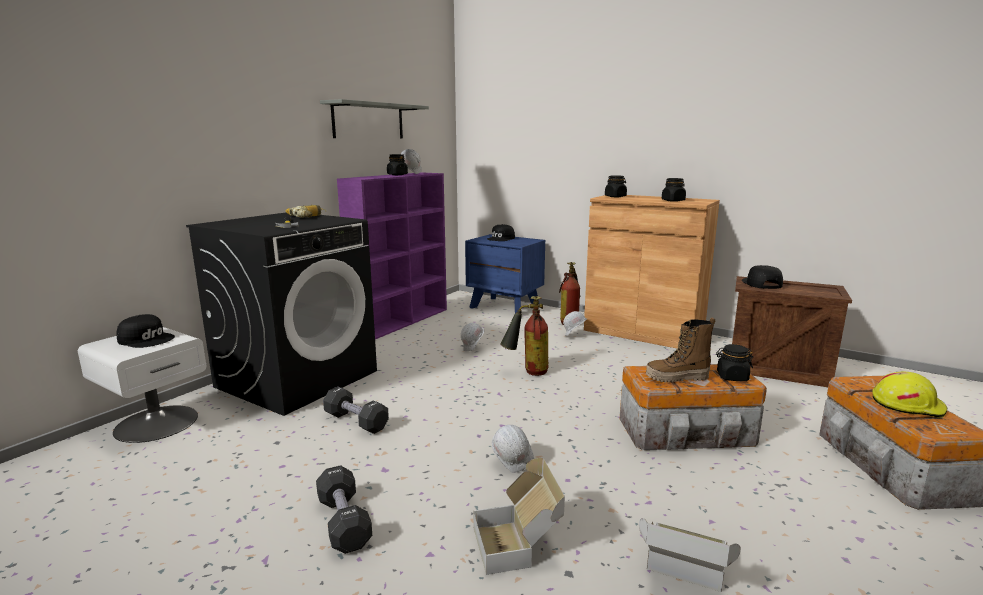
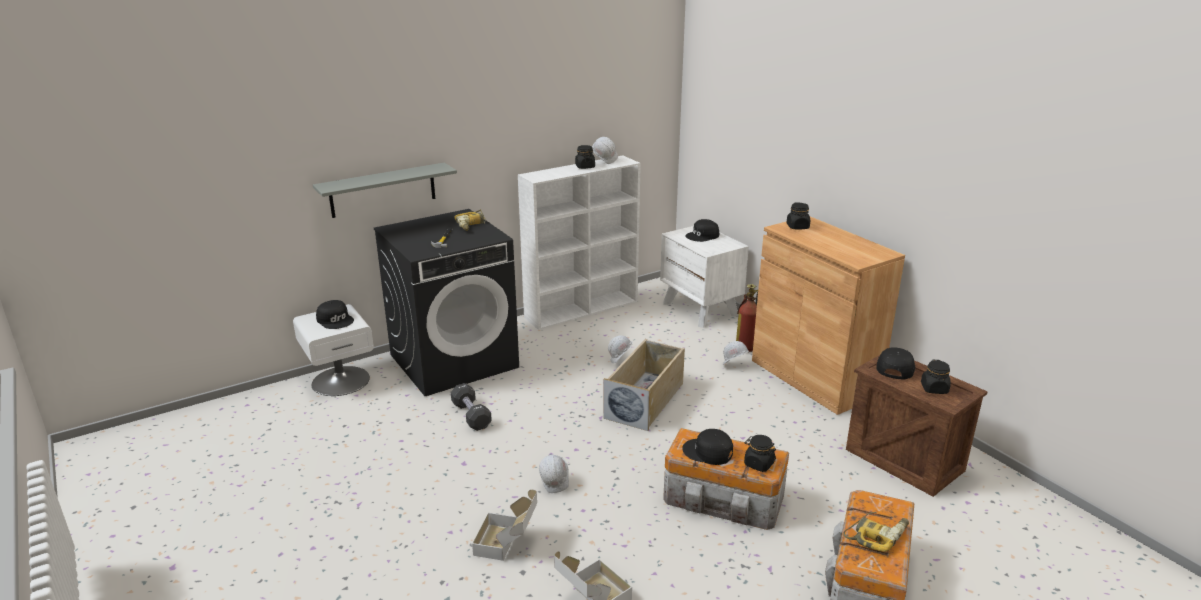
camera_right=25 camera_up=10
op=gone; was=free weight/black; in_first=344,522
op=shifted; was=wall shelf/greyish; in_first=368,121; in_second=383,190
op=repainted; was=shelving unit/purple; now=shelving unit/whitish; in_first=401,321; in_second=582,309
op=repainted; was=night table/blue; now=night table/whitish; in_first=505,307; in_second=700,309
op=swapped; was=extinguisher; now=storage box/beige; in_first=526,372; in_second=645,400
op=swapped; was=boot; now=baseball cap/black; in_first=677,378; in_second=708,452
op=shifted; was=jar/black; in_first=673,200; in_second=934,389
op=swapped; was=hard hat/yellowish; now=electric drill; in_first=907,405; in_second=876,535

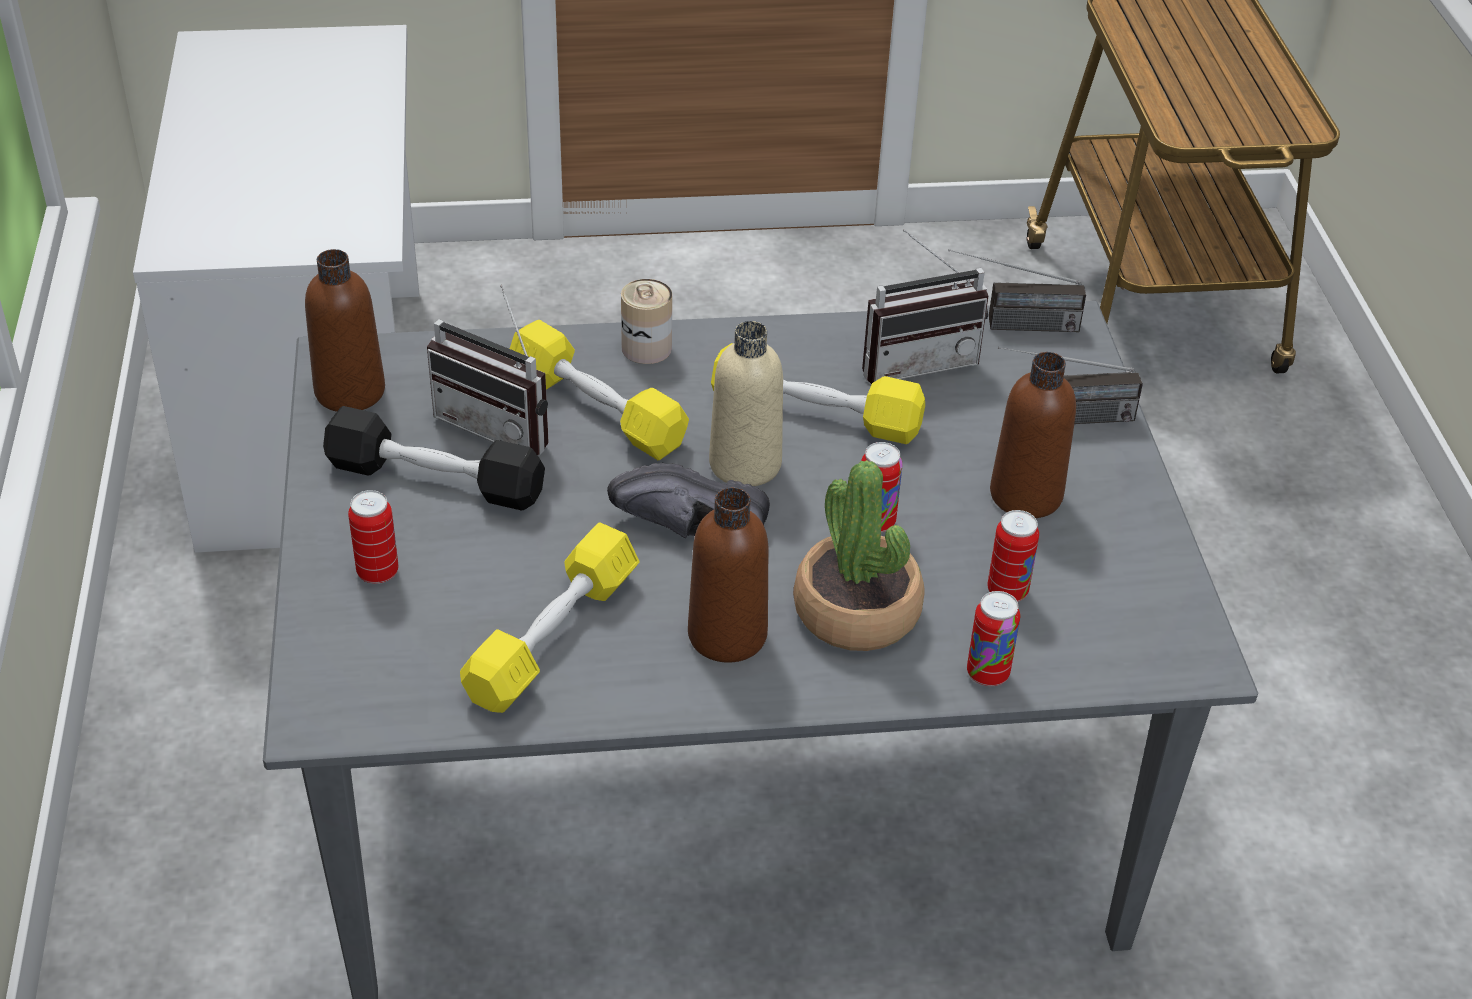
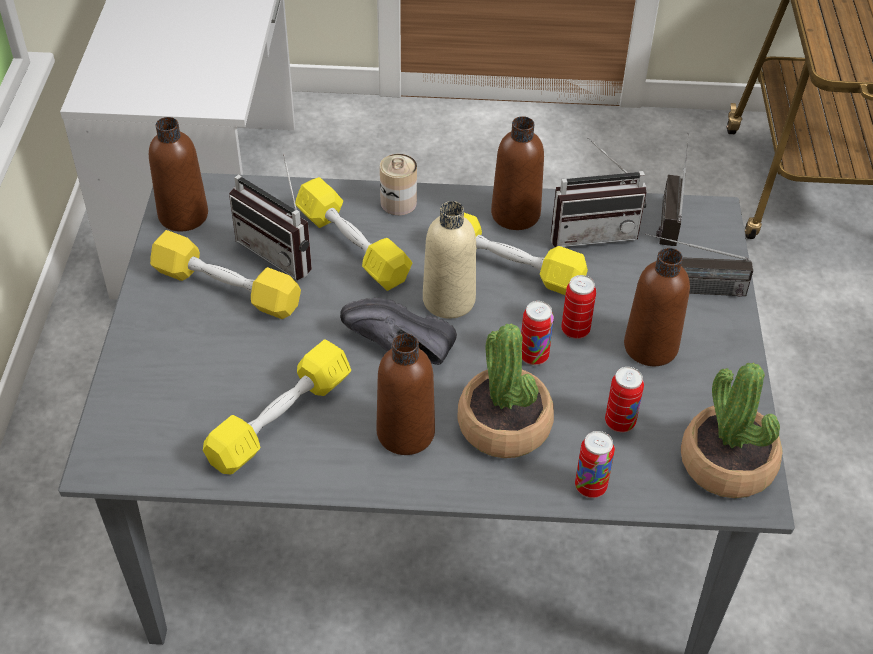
camera_right=10 camera_up=5
op=repainted; was=free weight/black; now=free weight/yellowish; in_first=435,479; in_second=226,288
op=shifted; was=metal can; in_first=378,572; in_second=575,330
op=rotated; was=radio set; in_first=1009,325; in_second=668,210; clockwise=90
op=new; now=bottle/brown; in_second=515,214
op=new; now=houseplant; in_second=727,463

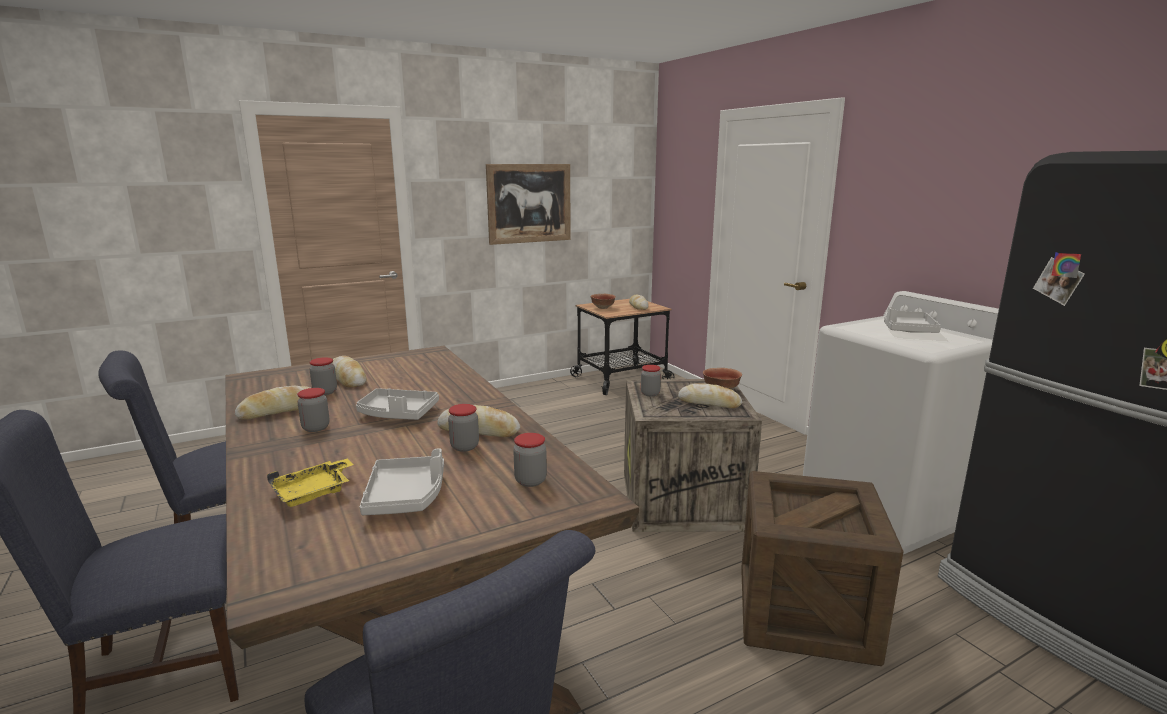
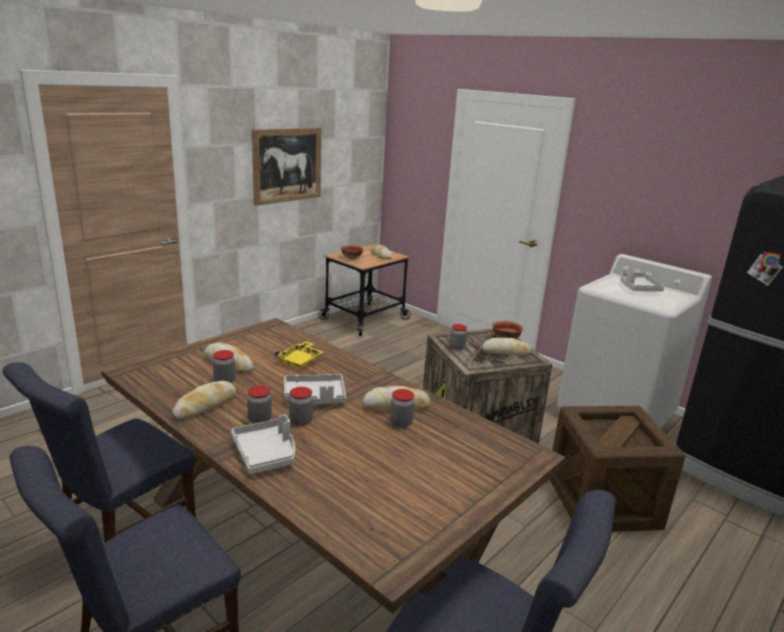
camera_right=-20 camera_up=5
op=shifted; was=tray/yellowish; in_first=314,492; in_second=300,361
op=shifted; was=tray/greyish; in_first=406,496; in_second=266,454
op=shifted; was=jar; in_first=530,481; in_second=301,421

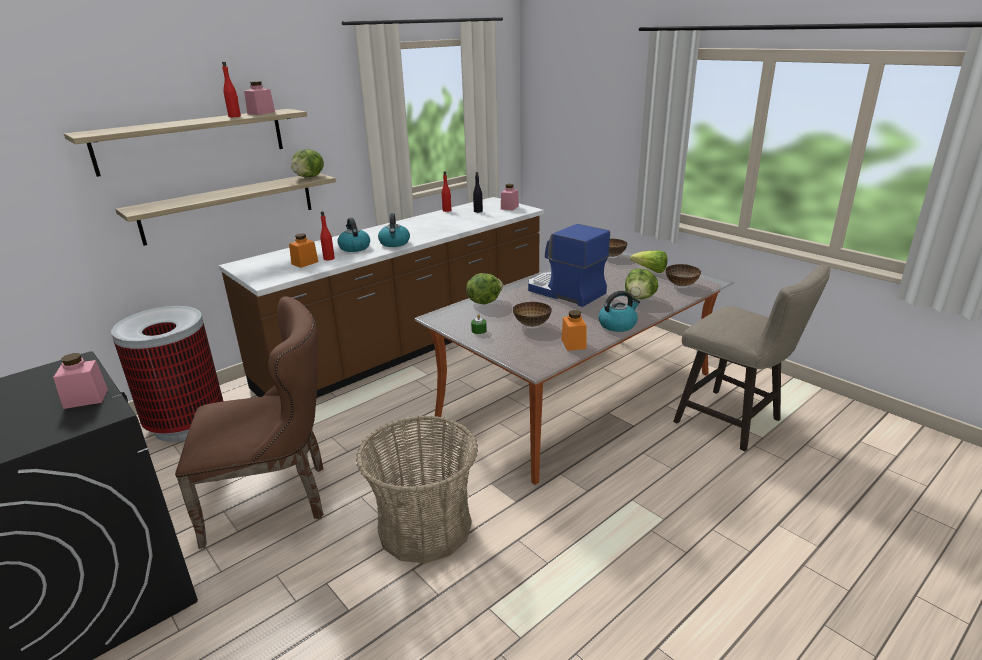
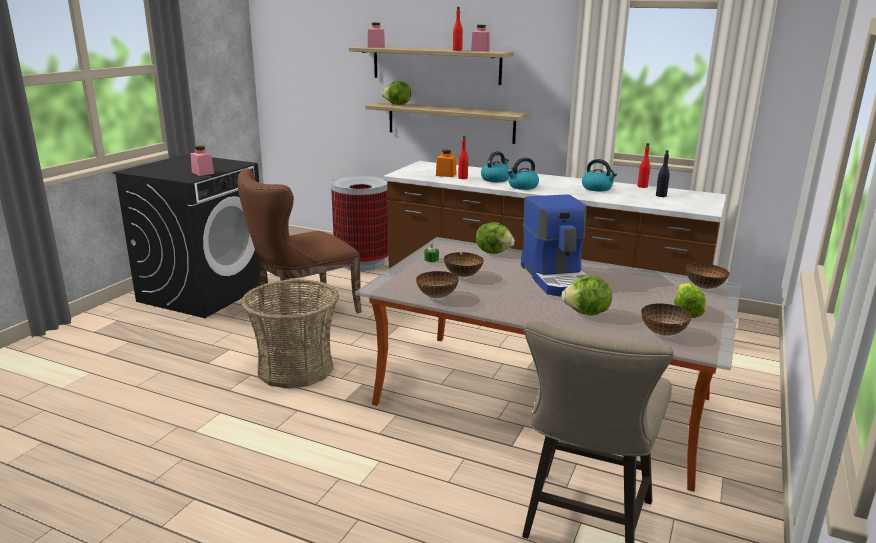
camera_right=65 camera_up=-5
op=rotated; was=upright chair/brown; in_first=276,499; in_second=301,311; clockwise=90
op=shifted; was=lettuce head; in_first=309,177; in_second=397,104
op=shifted; was=jar/pink; in_first=509,207; in_second=376,47
op=rotated; was=coffee maker; in_first=565,292; in_second=557,278; clockwise=150
op=swapped; was=jar/orangey; now=bowl; in_first=573,344; in_second=437,296
op=shifted; was=water kettle; in_first=617,325; in_second=597,188

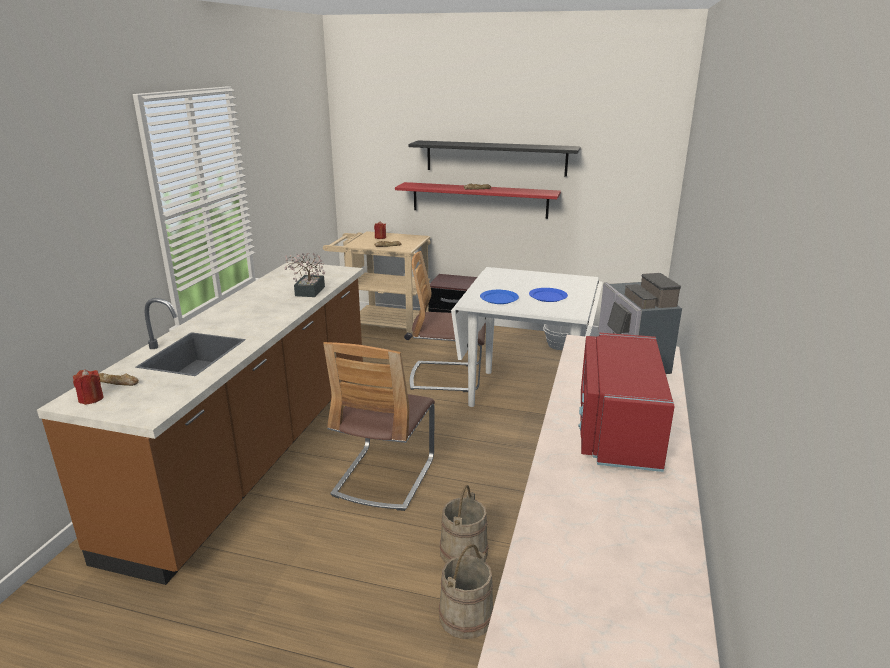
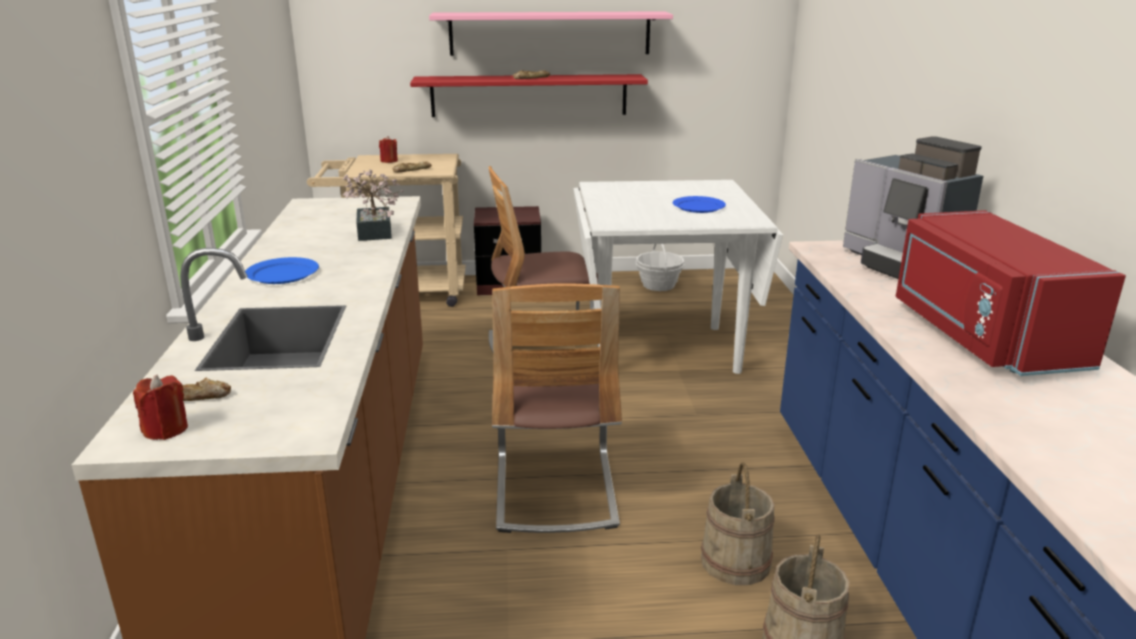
camera_right=-20 camera_up=0
op=repainted; was=wall shelf/black; now=wall shelf/pink; in_first=496,158; in_second=550,33
op=shifted; was=dinner plate/blue; in_first=499,299; in_second=282,274

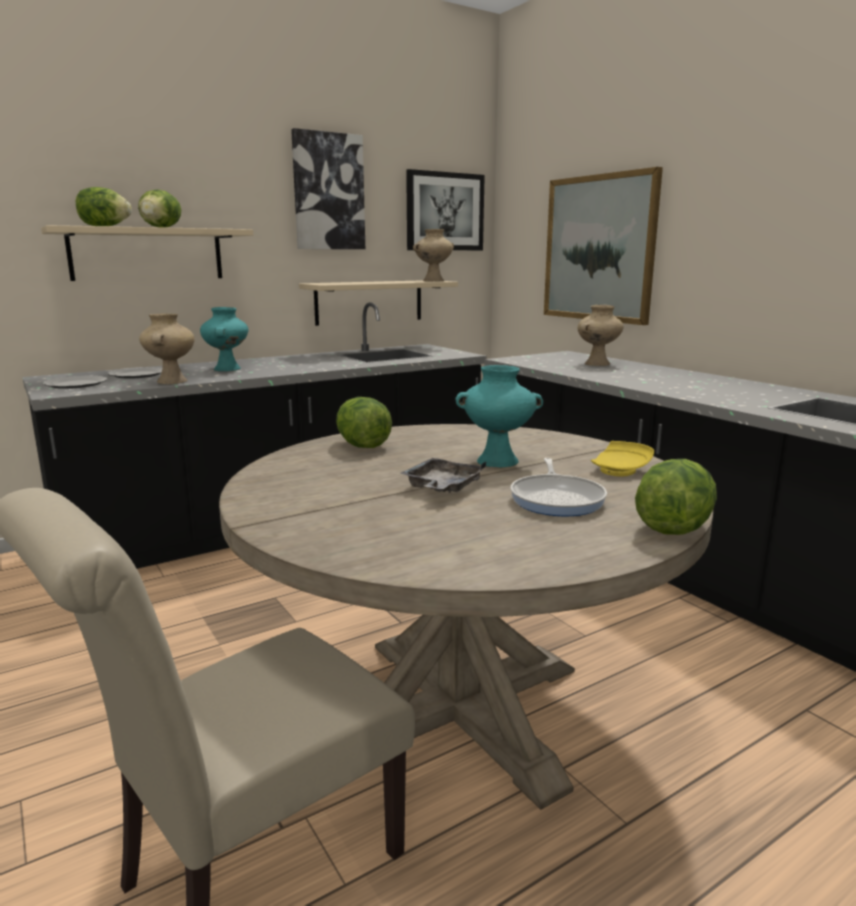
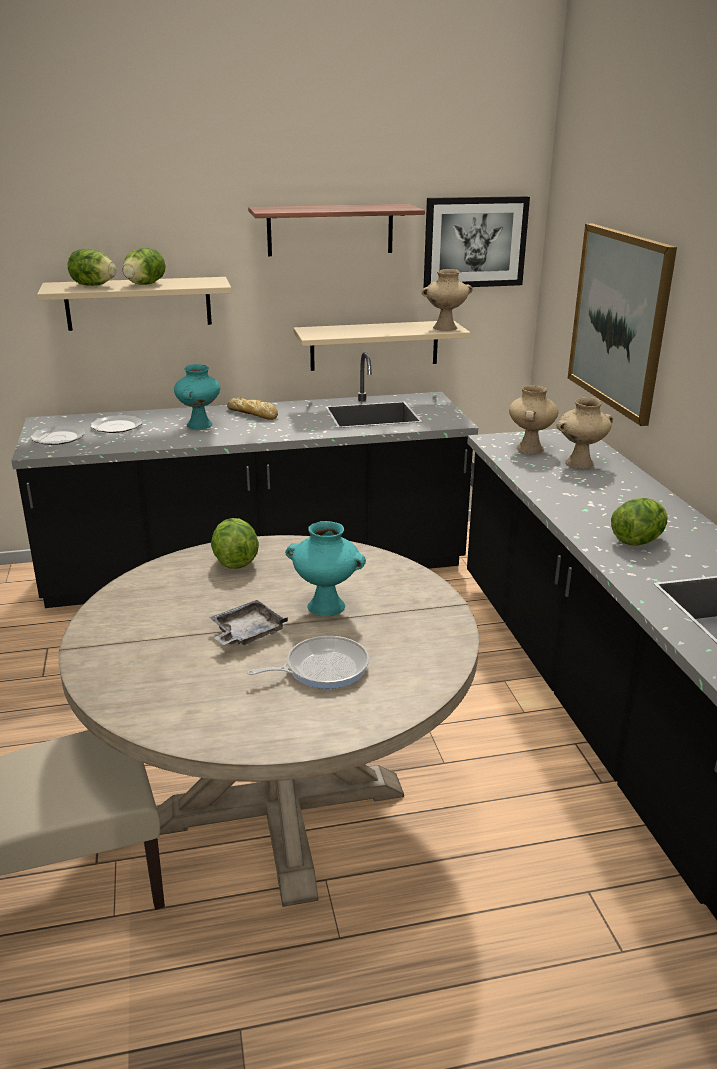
camera_right=20 camera_up=10
op=shifted; was=decorative vase/beige; in_first=171,381; in_second=529,449
op=swapped; was=wall picture; now=wall shelf; in_first=328,192; in_second=330,230
op=rotated; was=skillet; in_first=557,499; in_second=322,668; clockwise=-135
op=gone; was=dinner plate/yellowish; in_first=621,470
op=shifted; was=lettuce head; in_first=673,528; in_second=637,541
op=new; now=bakery bread; in_second=253,414

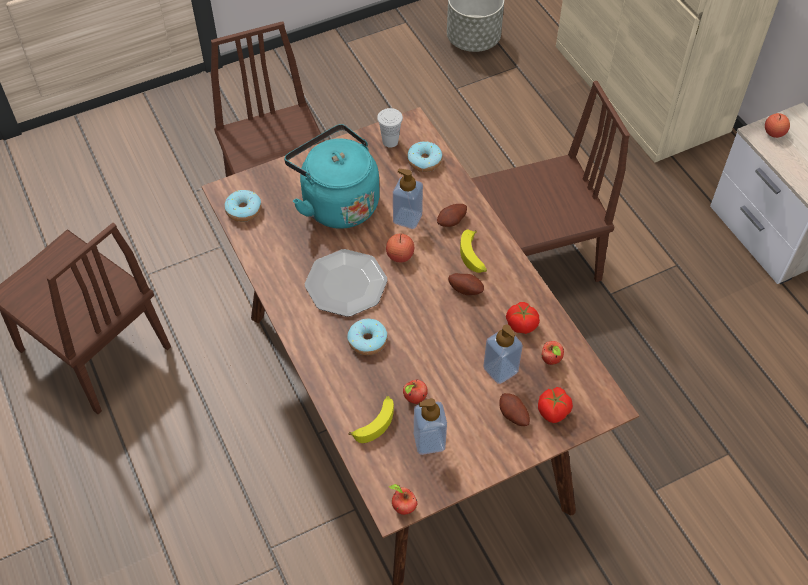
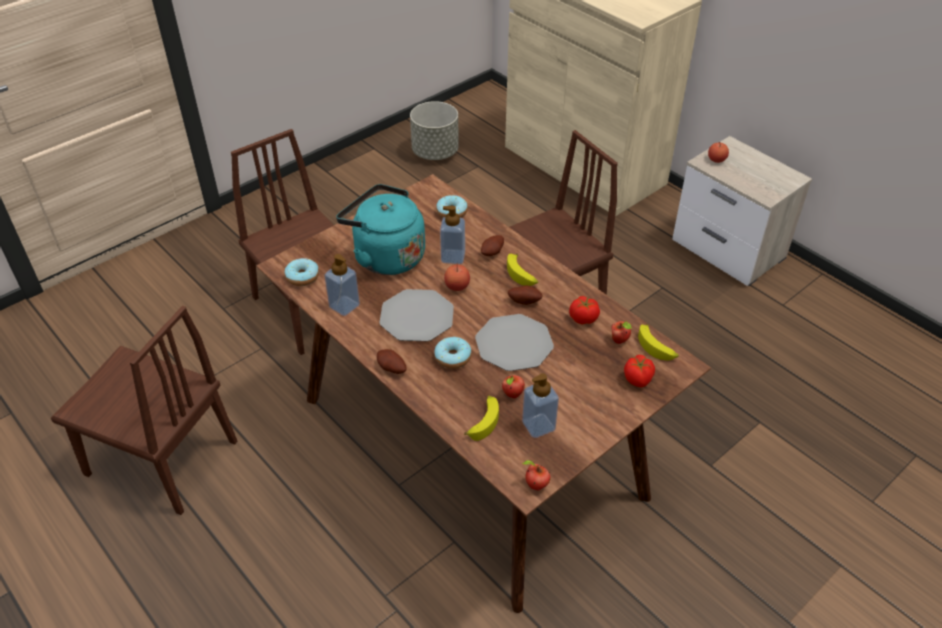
camera_right=-15 camera_up=-10
op=gone; was=cup/whitish; in_first=390,141
op=shifted; was=soap bottle; in_first=500,369; in_second=344,306
op=shifted; was=spud; in_first=512,416; in_second=391,369
op=new; now=dinner plate; in_second=514,344
op=new; now=banana; in_second=656,347

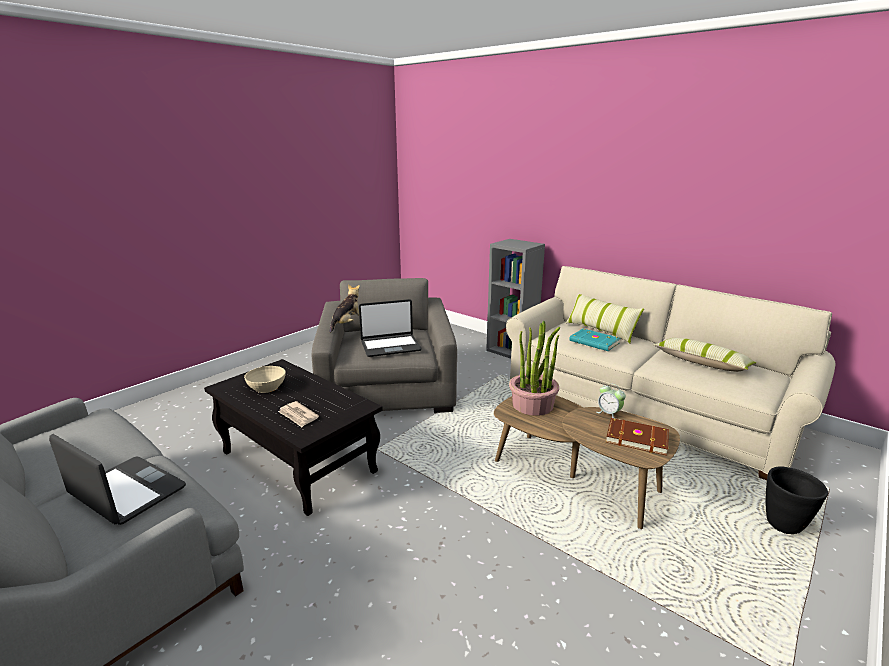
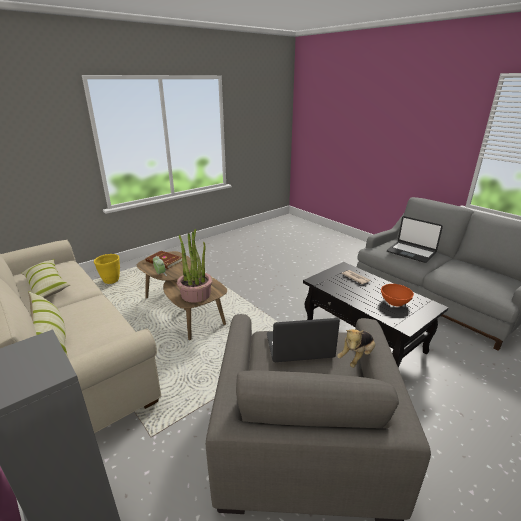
camera_right=-170 camera_up=5
op=repainted; was=bowl/beige; now=bowl/orangey; in_first=267,387; in_second=395,301
op=gone; was=volume/blue-green; in_first=594,342
op=repainted; was=plant pot/black; now=plant pot/yellowish; in_first=784,524; in_second=111,281

